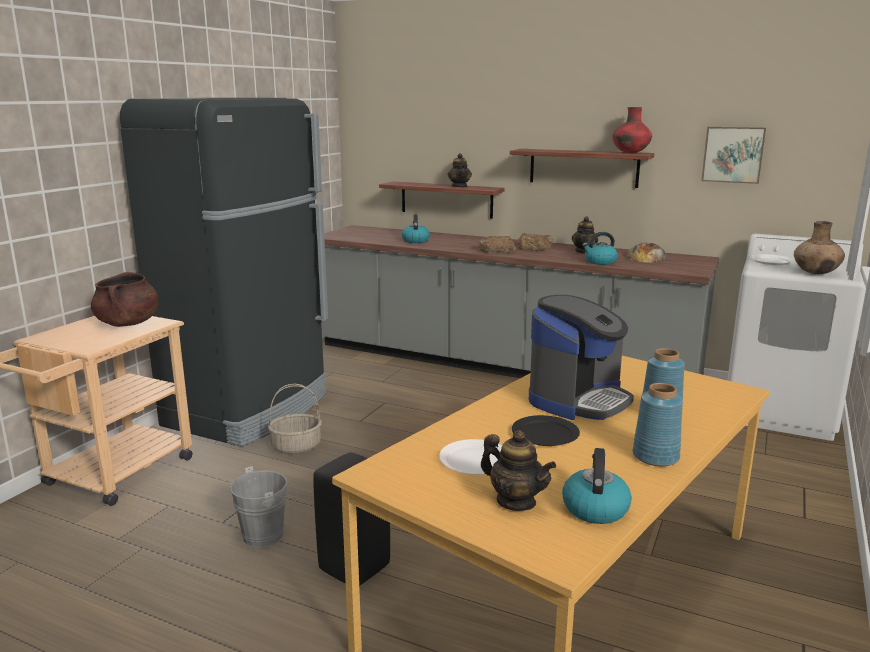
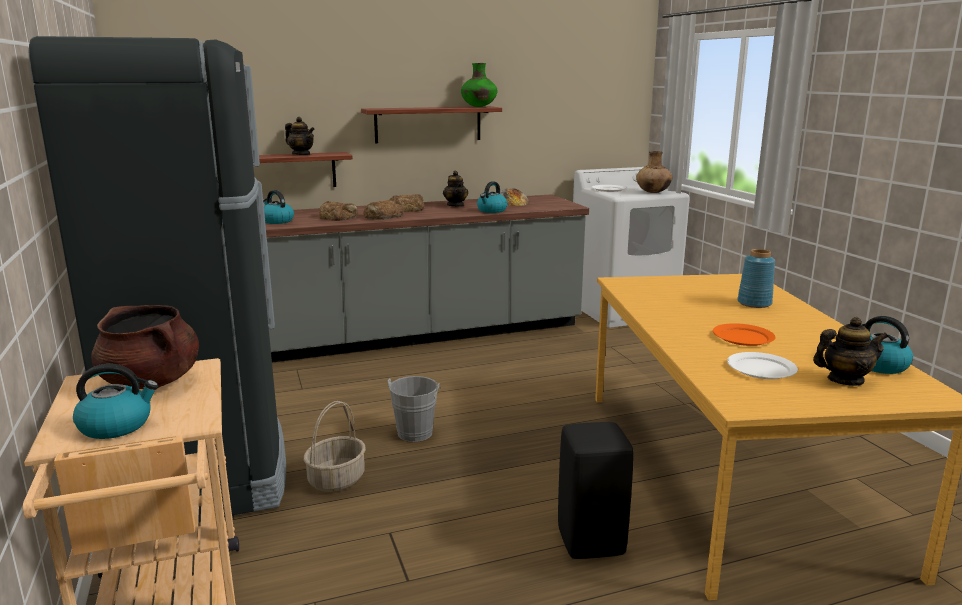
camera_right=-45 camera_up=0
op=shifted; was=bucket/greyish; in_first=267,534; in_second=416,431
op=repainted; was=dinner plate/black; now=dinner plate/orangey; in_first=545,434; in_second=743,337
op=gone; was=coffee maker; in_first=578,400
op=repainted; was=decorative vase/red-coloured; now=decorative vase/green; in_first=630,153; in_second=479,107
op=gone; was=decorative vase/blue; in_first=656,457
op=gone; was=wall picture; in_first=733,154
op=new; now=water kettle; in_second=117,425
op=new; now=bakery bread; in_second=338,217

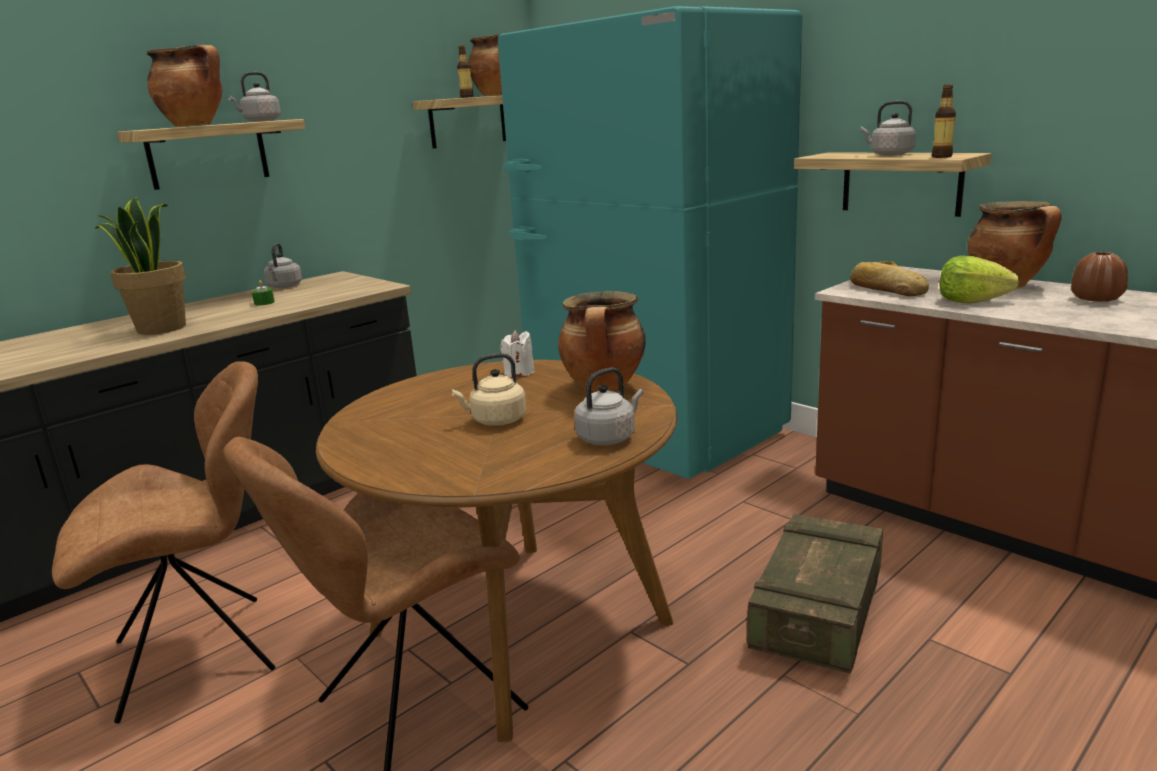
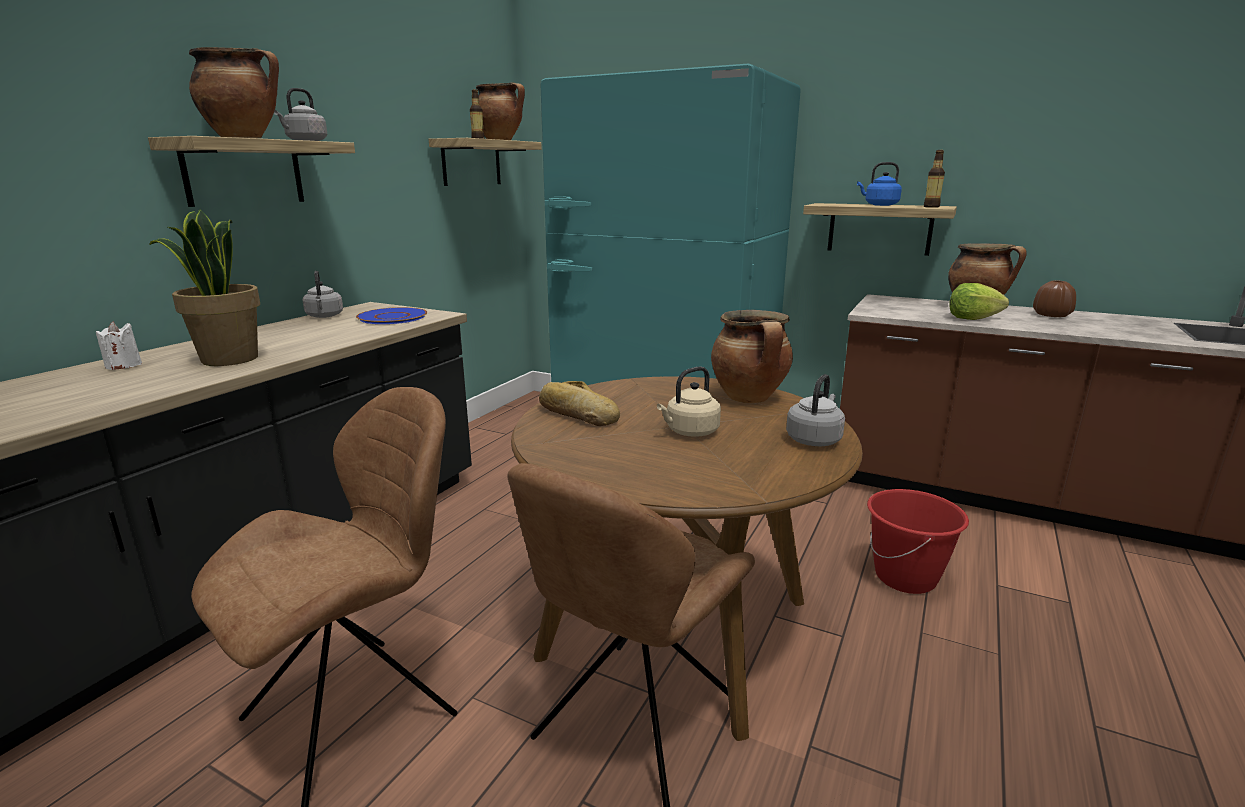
camera_right=-20 camera_up=0
op=gone; was=wax light/green; in_first=264,303
op=shifted; was=wax light/whitish; in_first=519,373; in_second=123,366
op=swapped; was=packing crate; now=bucket/red-coloured; in_first=817,614; in_second=906,577
op=shifted; was=bakery bread; in_first=886,289; in_second=577,414
op=repainted; was=water kettle/greyish; now=water kettle/blue; in_first=889,154; in_second=879,205
op=new; now=dinner plate/blue; in_second=392,317

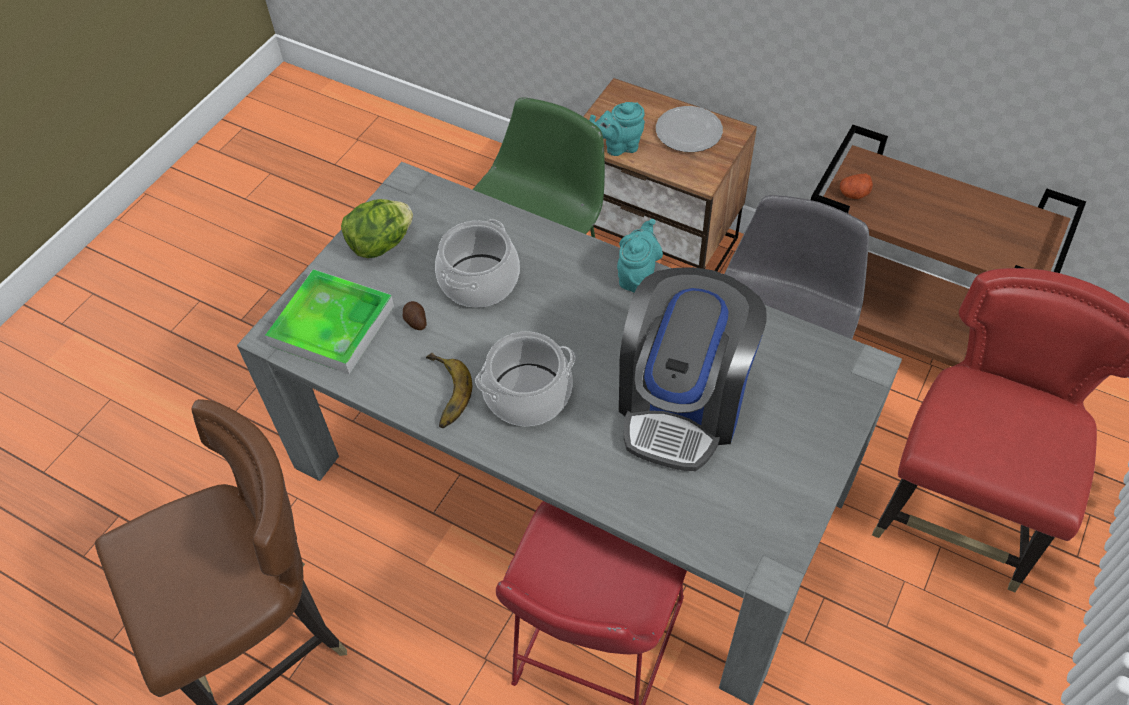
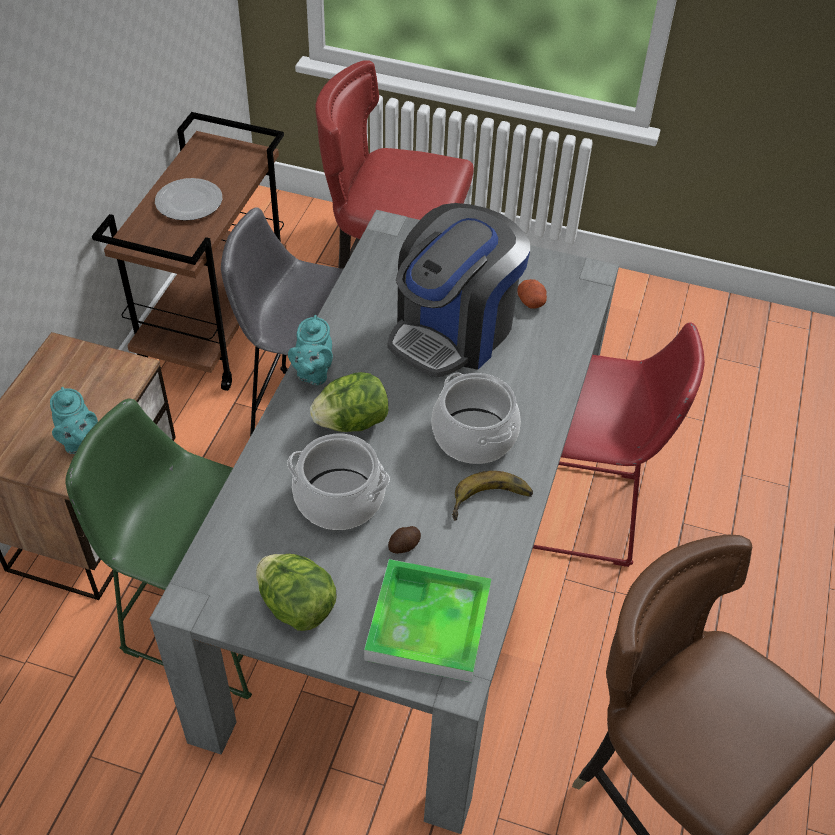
camera_right=-105 camera_up=-5
op=rotated; was=teapot/blue-green; in_first=638,276; in_second=313,373; clockwise=-90
op=rotated; was=coffee maker; in_first=683,402; in_second=454,330; clockwise=120
op=shifted; was=dinner plate; in_first=688,132; in_second=190,202
op=shifted; was=spud; in_first=854,194; in_second=532,302
op=new; now=lettuce head; in_second=352,422

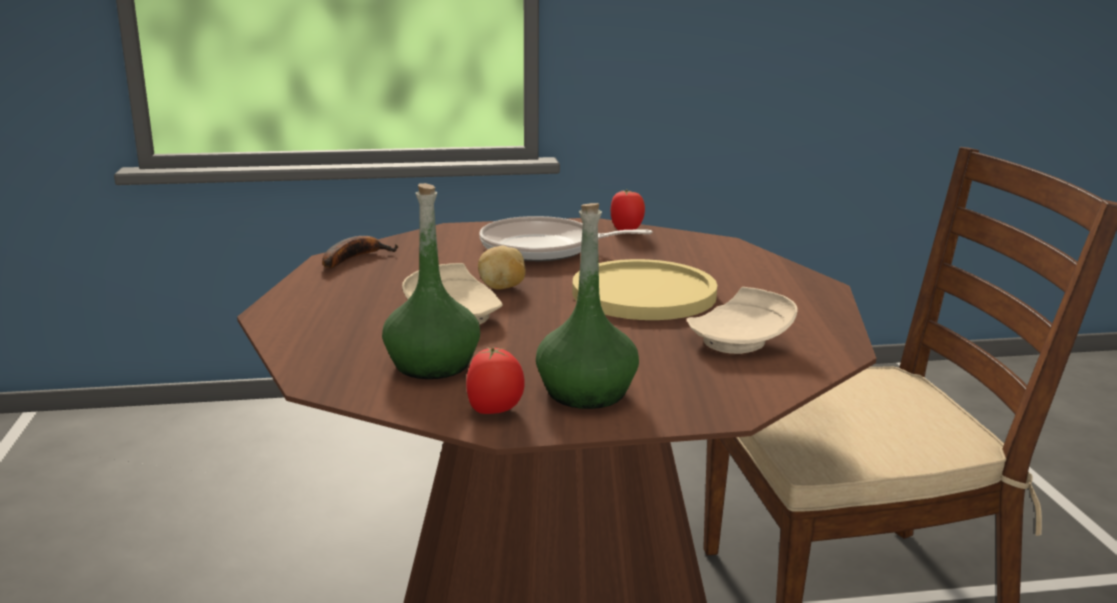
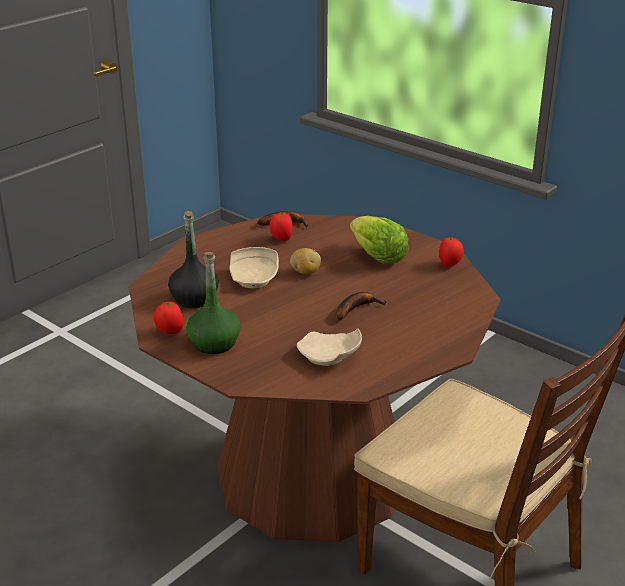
camera_right=50 camera_up=10
op=repainted; was=bottle/green; now=bottle/black; in_first=433,365; in_second=194,299
op=swapped; was=skillet; now=lettuce head; in_first=544,249; in_second=378,257
op=swapped; was=dinner plate/yellowish; now=banana; in_first=644,293; in_second=356,308
op=new; now=tomato; in_second=281,239

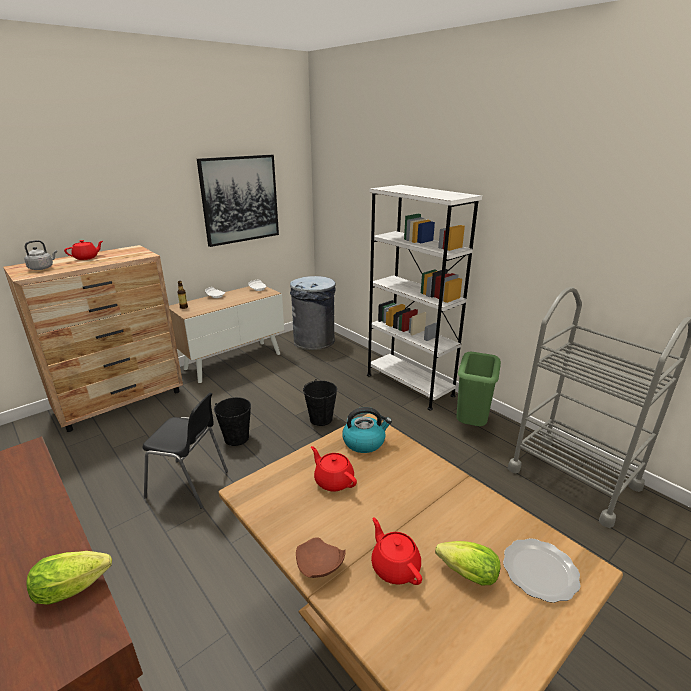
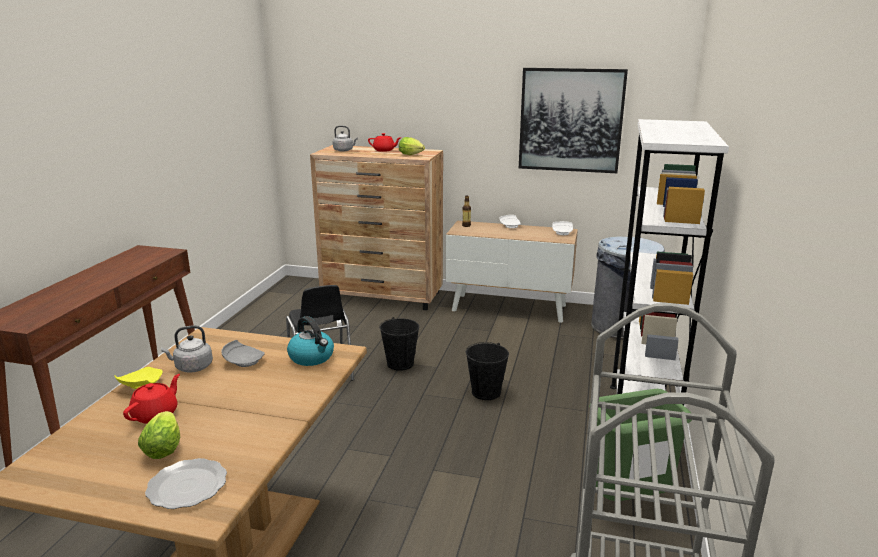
camera_right=55 camera_up=-5
op=shifted; was=lettuce head; in_first=77,587; in_second=412,155
op=repainted; was=dinner plate/brown; now=dinner plate/yellowish; in_first=319,566; in_second=140,385
op=swapped; was=teapot/red-coloured; now=dinner plate/greyish; in_first=333,480; in_second=243,361
op=new; now=water kettle/greyish; in_second=192,367

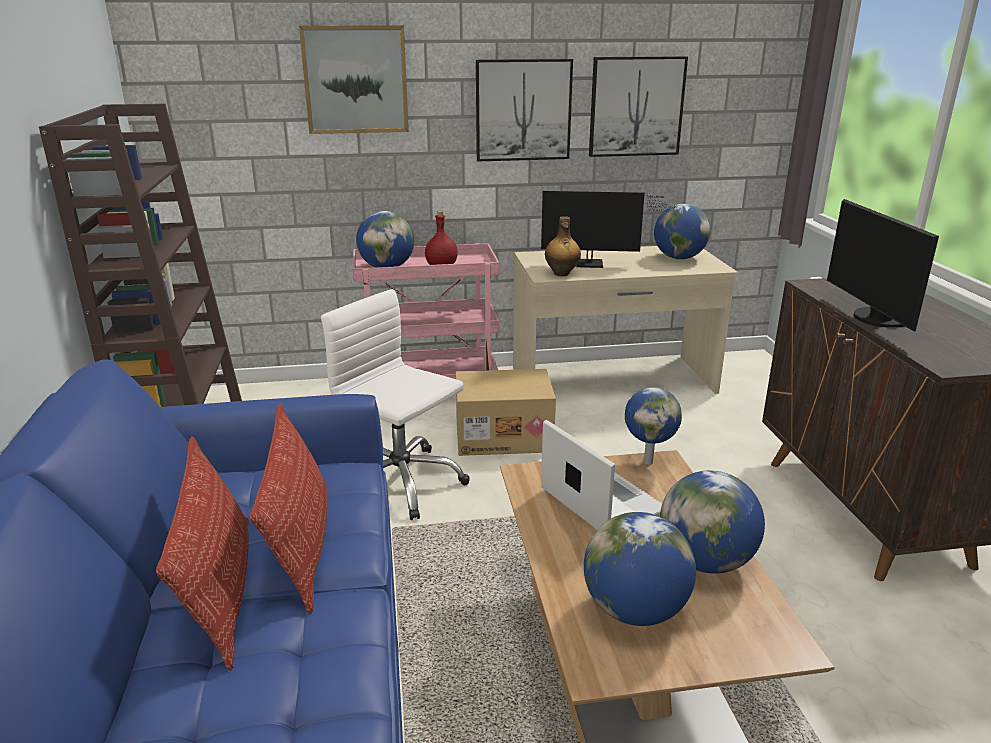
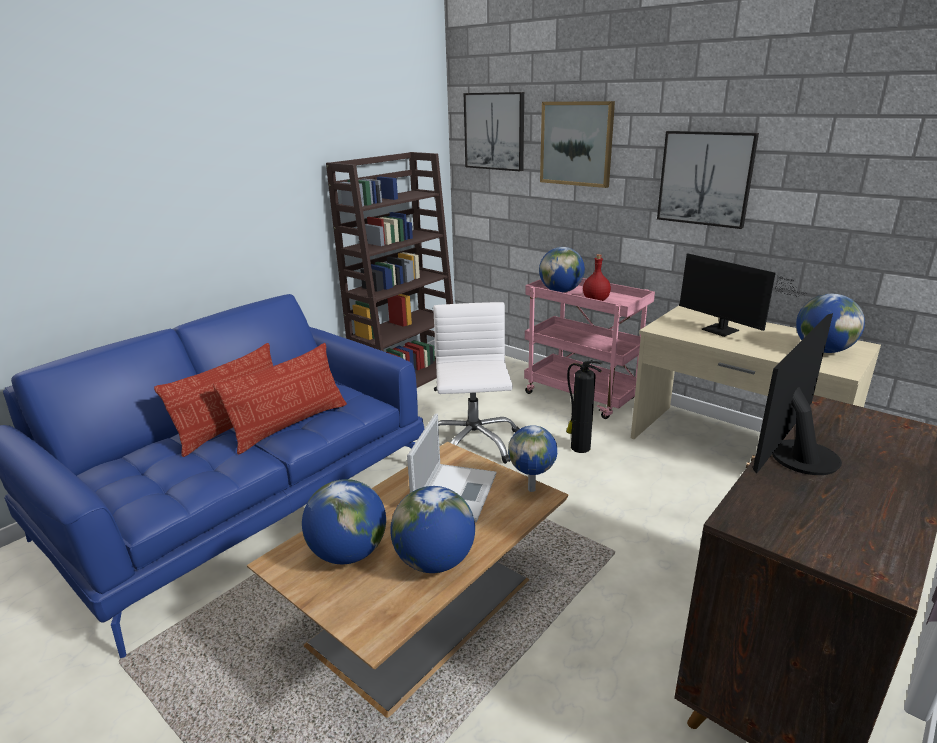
camera_right=50 camera_up=0
op=swapped; was=carton; now=extinguisher; in_first=504,436; in_second=579,447
op=gone; was=bottle; in_first=561,274
op=shifted; was=wall picture; in_first=636,106; in_second=494,131

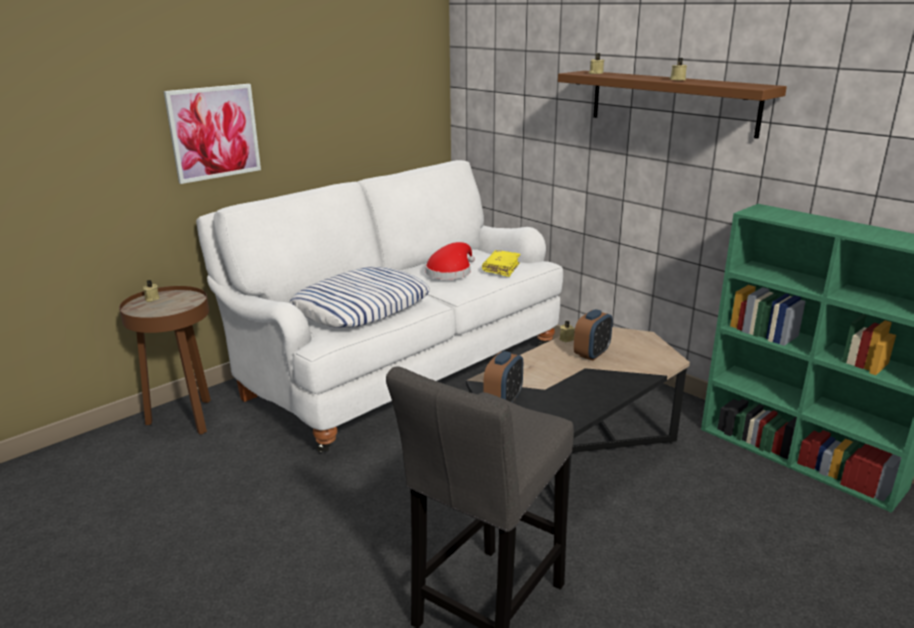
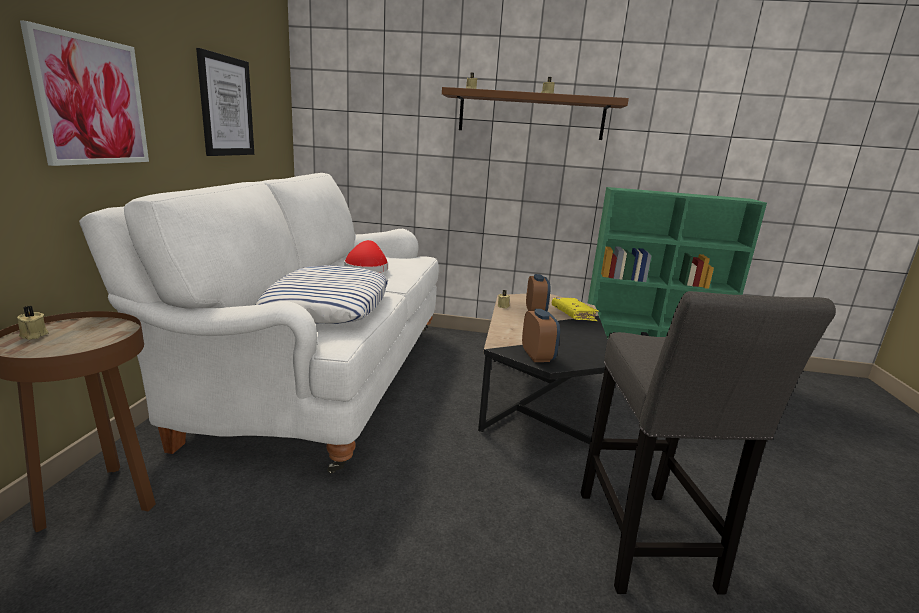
camera_right=-40 camera_up=-5
op=shifted; was=volume/yellowish; in_first=501,268; in_second=573,315
op=new; now=wall picture; in_second=226,106

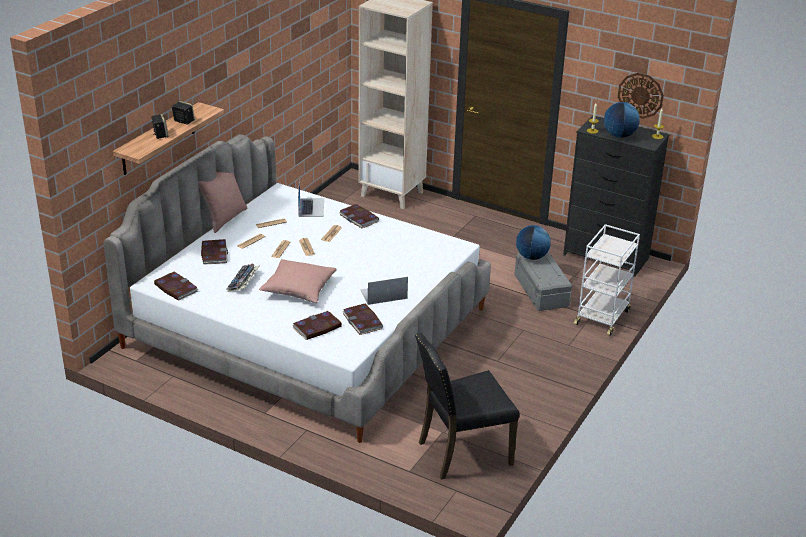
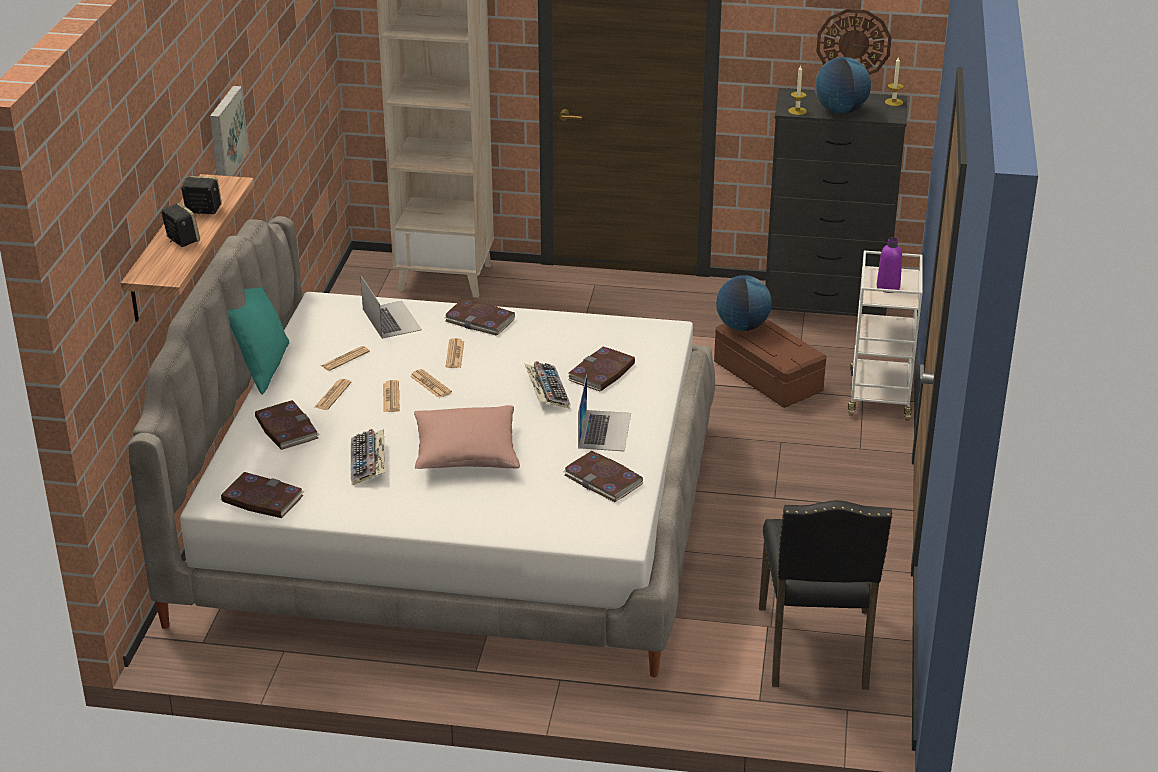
camera_right=-20 camera_up=0
op=repainted; was=cushion/pink; now=cushion/blue-green; in_first=224,219; in_second=261,368
op=shifted; was=volume; in_first=317,327; in_second=601,372
op=rotated; was=laptop; in_first=383,294; in_second=604,430; clockwise=135
op=rotated; was=upright chair/black; in_first=462,452; in_second=817,649; clockwise=-45
op=repainted; was=storage box/greyish; now=storage box/brown; in_first=542,291; in_second=769,377
op=new; now=wall picture; in_second=225,134
op=new; now=keyboard; in_second=546,391
op=new; now=bottle/purple; in_second=888,287

